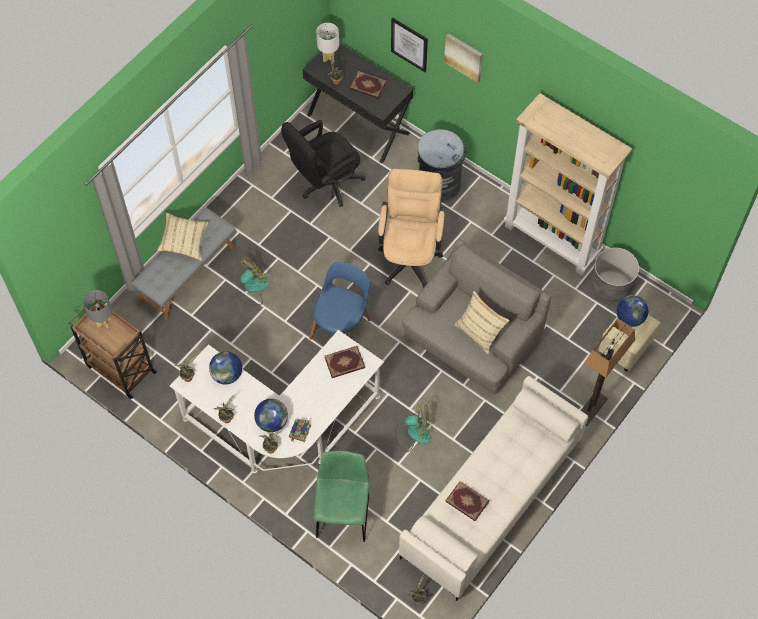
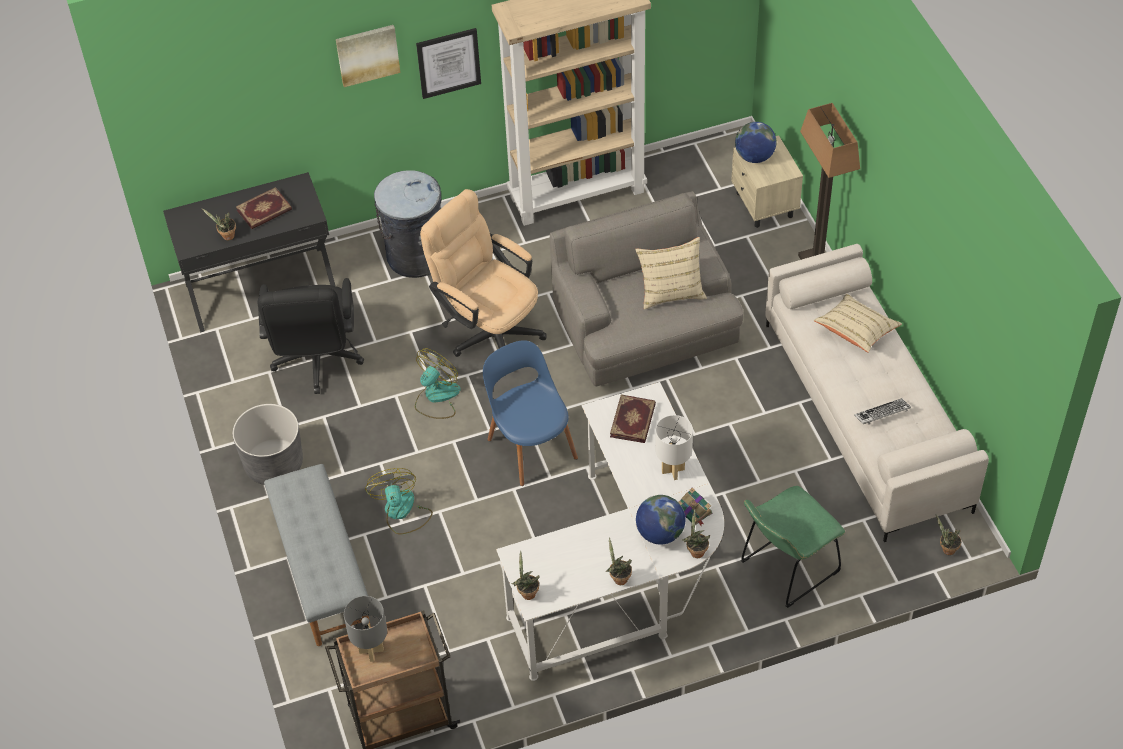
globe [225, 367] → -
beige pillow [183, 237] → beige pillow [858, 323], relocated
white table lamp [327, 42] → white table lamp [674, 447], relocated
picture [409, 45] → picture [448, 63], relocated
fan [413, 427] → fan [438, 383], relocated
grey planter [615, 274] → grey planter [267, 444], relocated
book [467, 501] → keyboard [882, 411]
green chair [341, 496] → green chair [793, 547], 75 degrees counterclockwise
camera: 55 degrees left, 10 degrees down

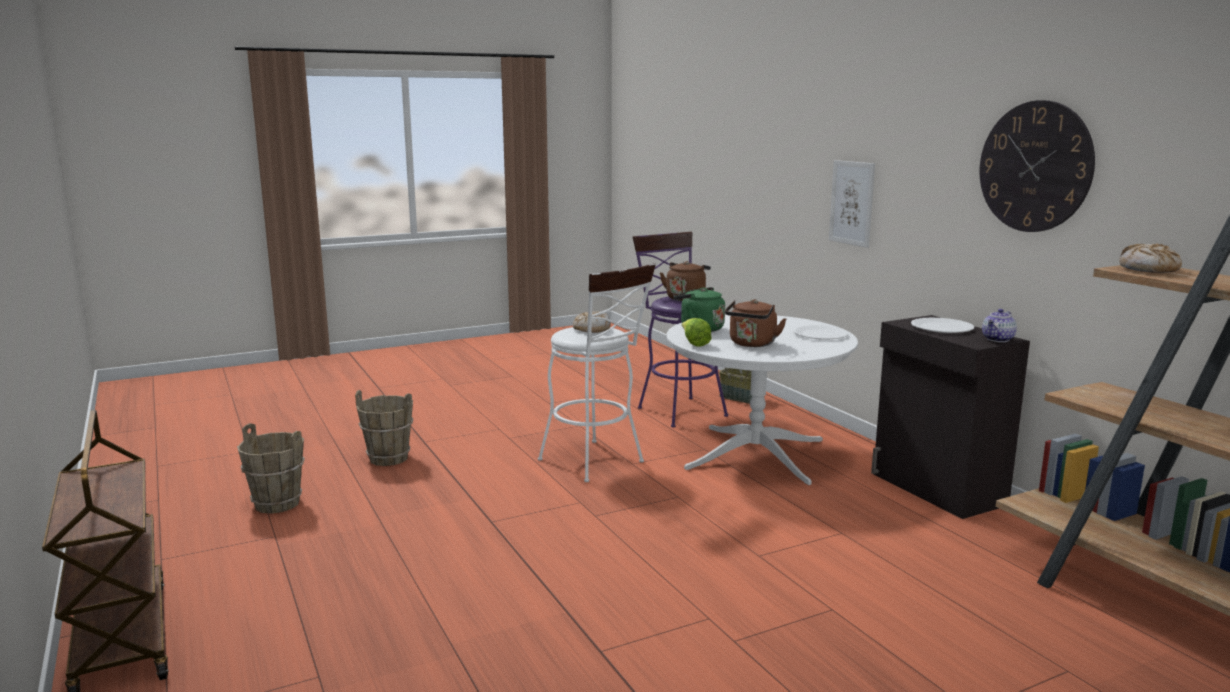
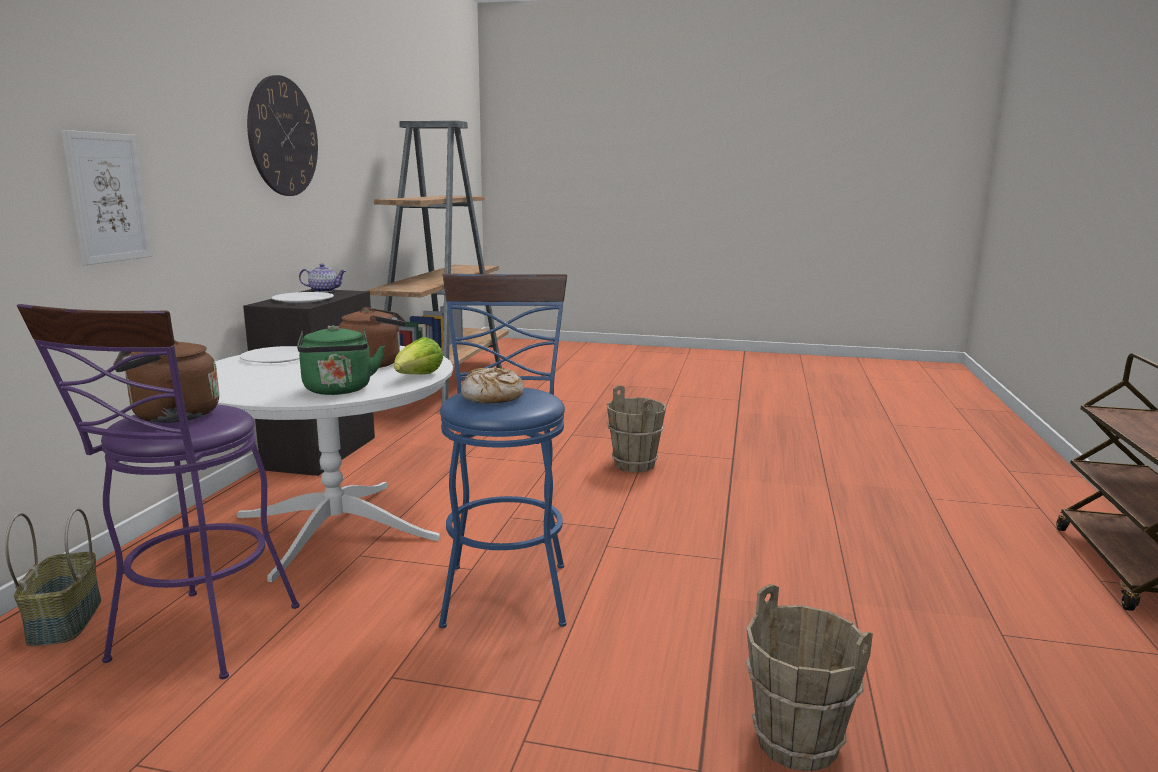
bread [1150, 258] → -
brown bucket [271, 468] → brown bucket [636, 428], relocated
white stool [597, 372] → blue stool [503, 451]
camera: 140 degrees left, 0 degrees up

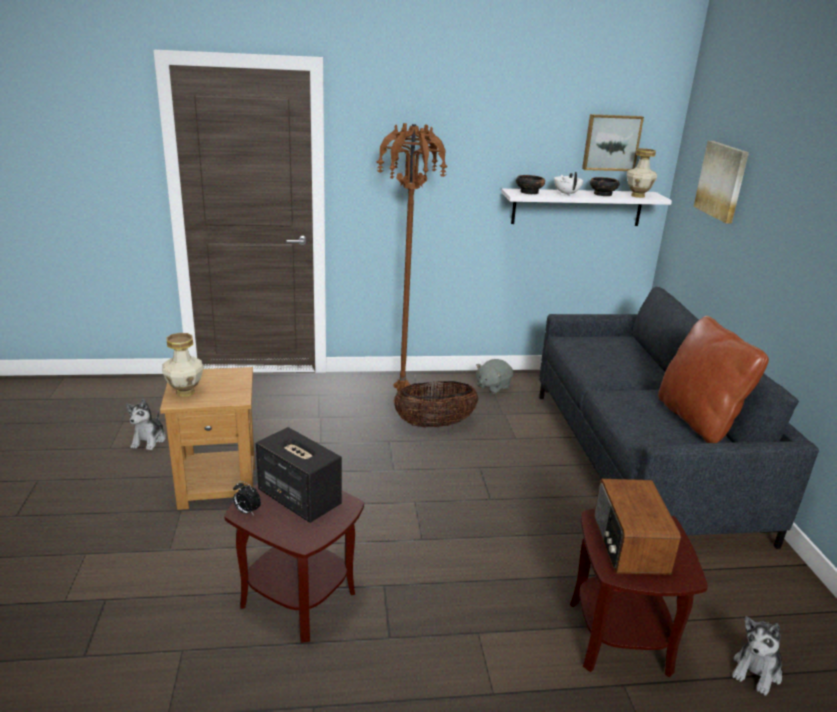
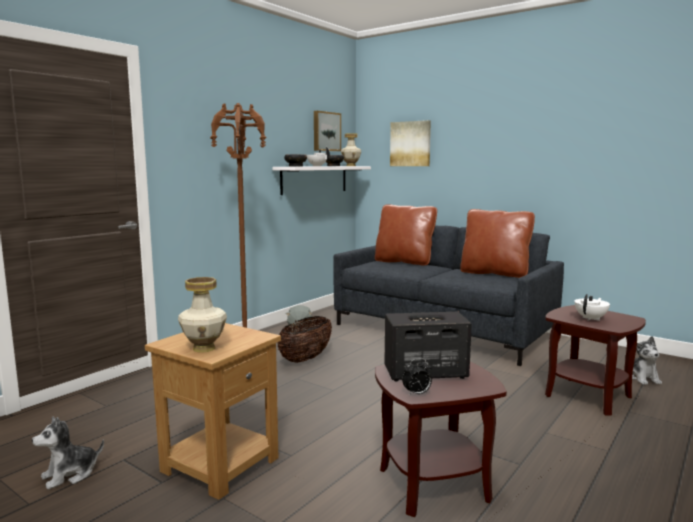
- → brown pillow [406, 235]
radio [637, 527] → white teapot [592, 307]
plush toy [146, 424] → plush toy [68, 452], 90 degrees clockwise
camera: 45 degrees left, 15 degrees down

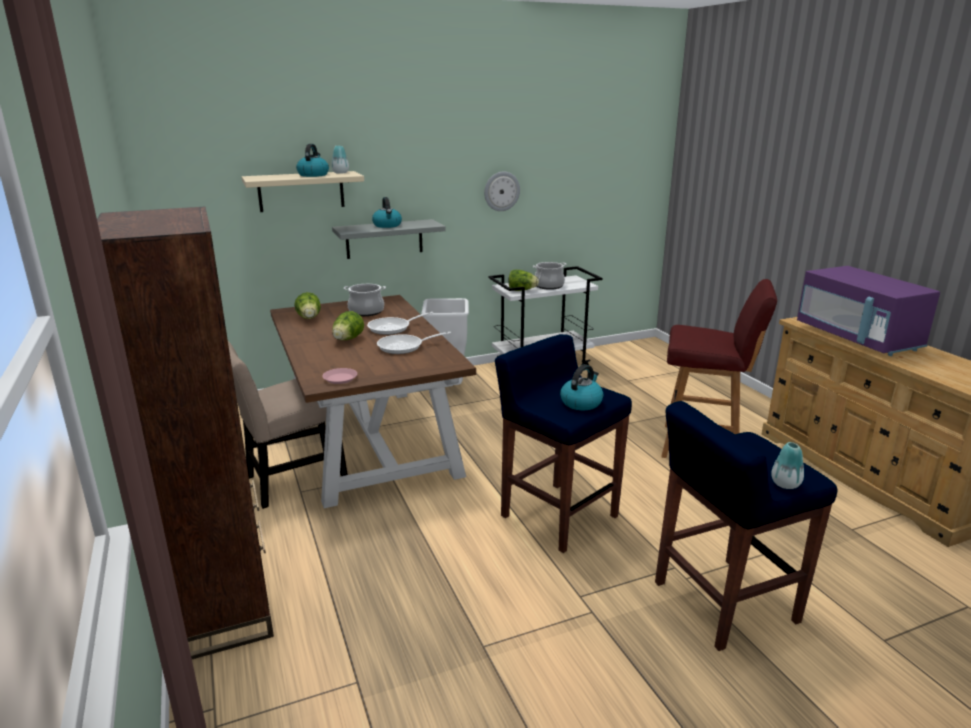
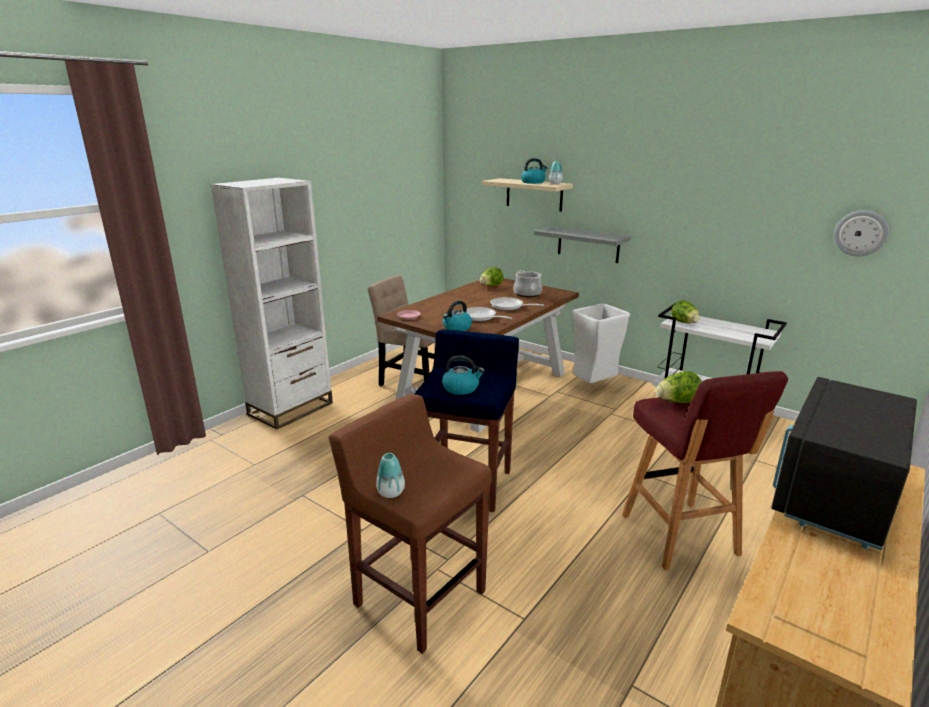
cooking pot [550, 276] → -
lettuce [348, 325] → lettuce [678, 387], relocated
kettle [387, 212] → kettle [457, 316], relocated
wall clock [502, 191] → wall clock [861, 233], relocated
brown bookcase [185, 432] → white bookcase [271, 304]
blue stool [746, 526] → brown stool [410, 524]
purple microwave [868, 311] → black microwave [844, 463]
camera: 60 degrees right, 0 degrees up

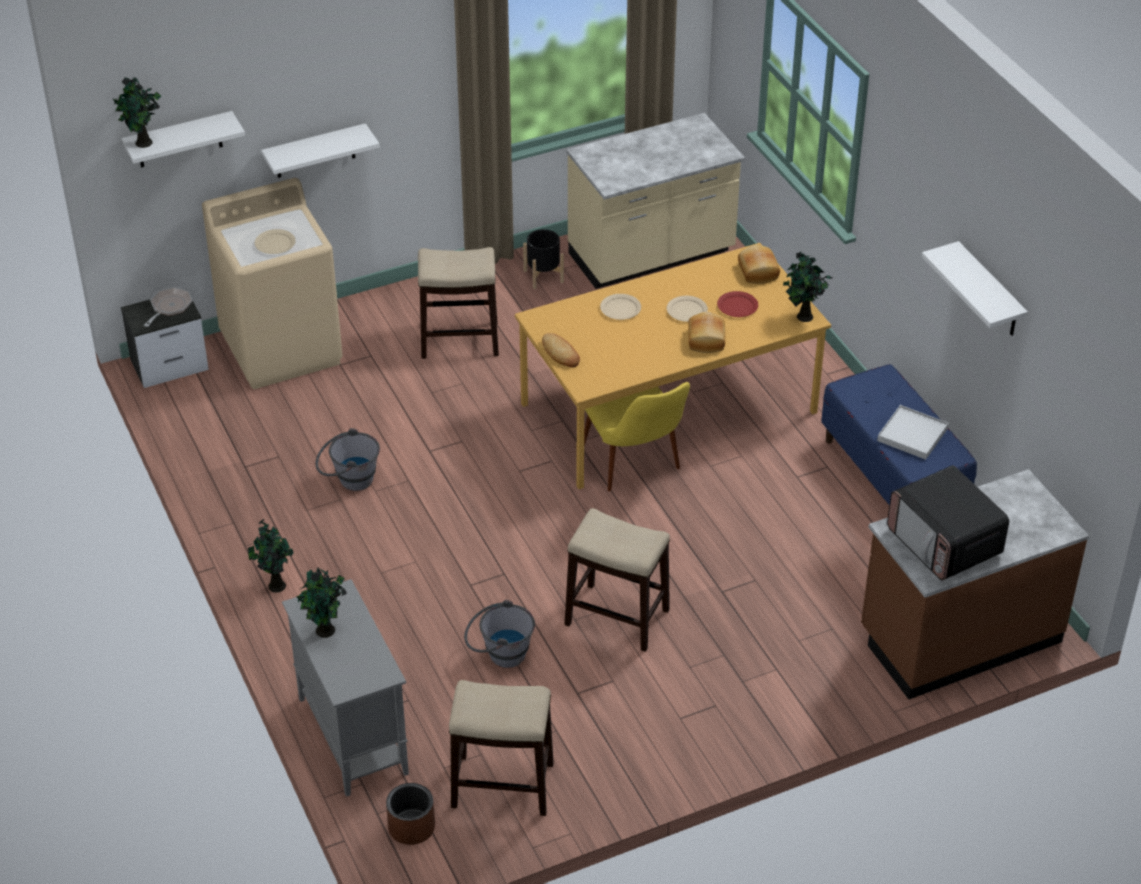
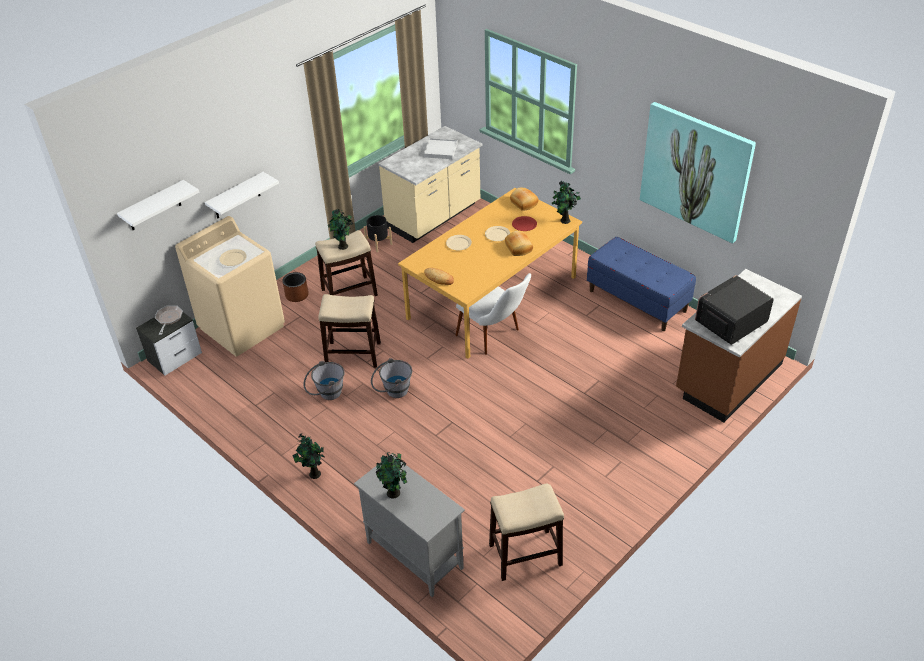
potted plant [137, 112] → potted plant [340, 229], relocated
brown planter [410, 814] → brown planter [295, 287], relocated
grey bucket [499, 634] → grey bucket [391, 378], relocated
stool [617, 580] → stool [349, 331], relocated
white tray [913, 432] → white tray [441, 148], relocated
white shelf [974, 288] → picture [698, 173]
yellow chair [637, 436] → white chair [493, 314]
microwave [948, 522] → microwave [734, 310], 105 degrees clockwise
camera: 20 degrees left, 0 degrees up

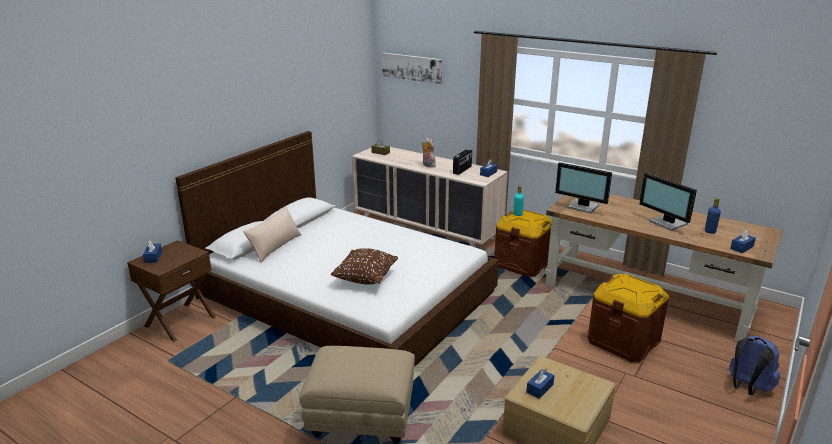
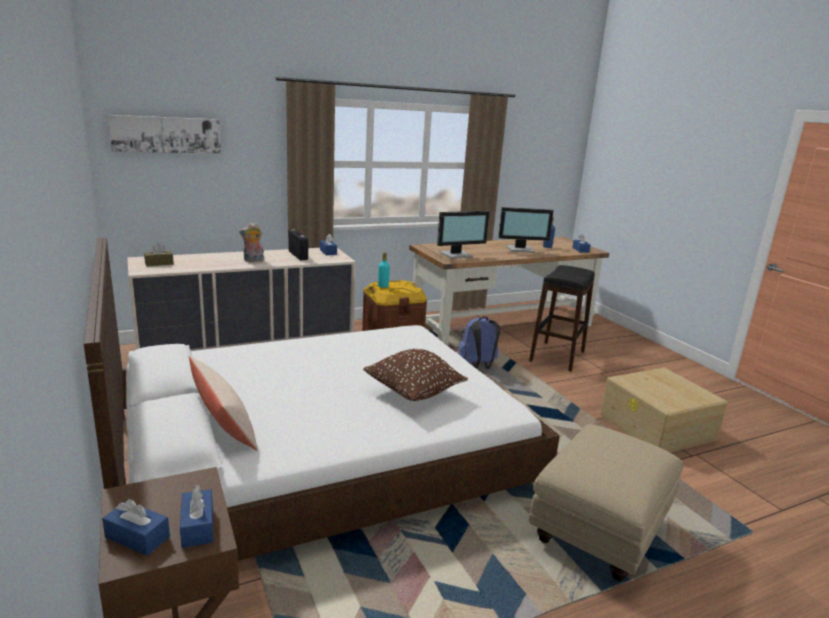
blue tissue box [540, 384] → blue tissue box [196, 516], relocated
blue backpack [754, 365] → blue backpack [479, 343], relocated
brown storage box [628, 318] → black stool [562, 318]
camera: 60 degrees left, 5 degrees down

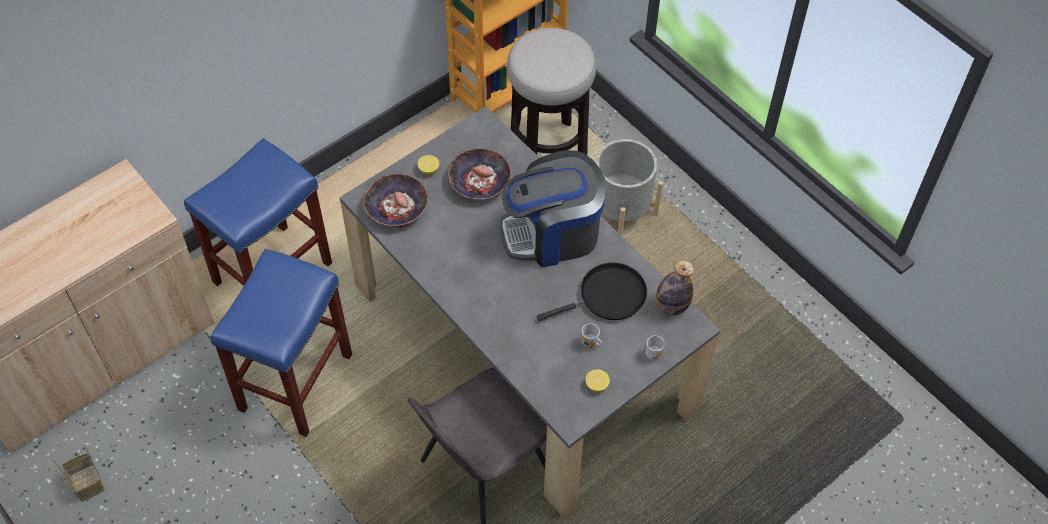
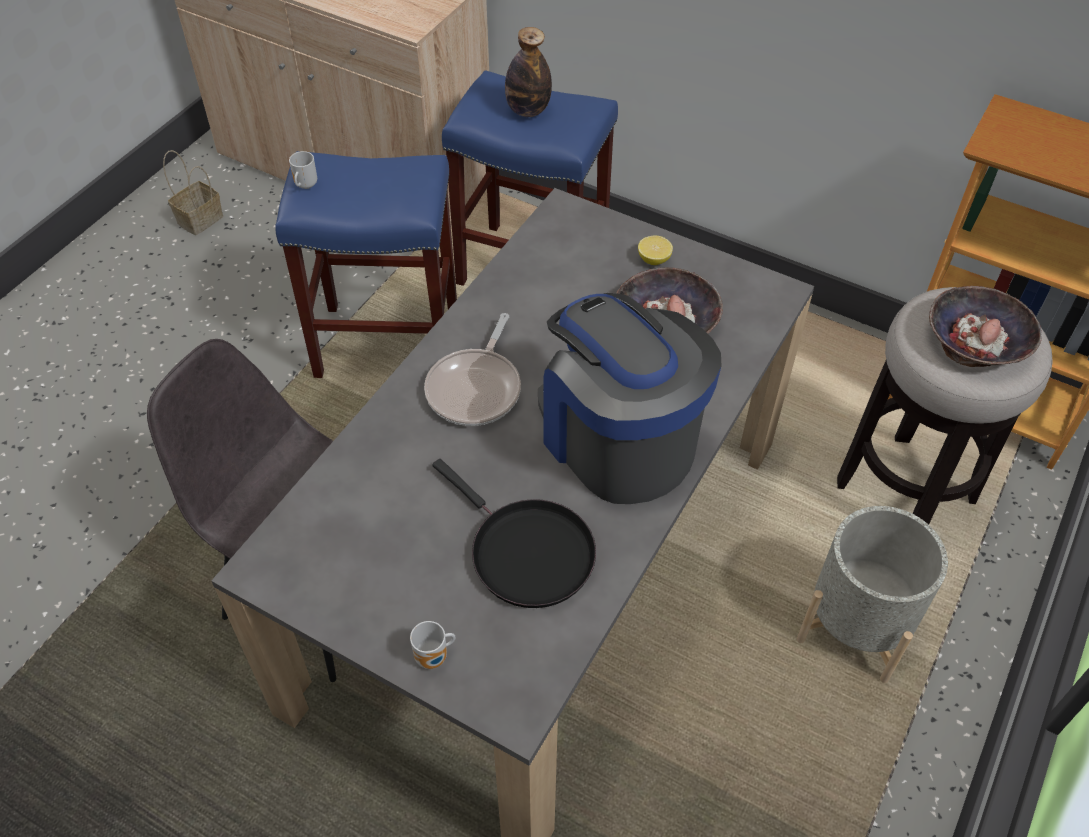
lemon [597, 380] → -
- → frying pan [472, 369]
bowl [395, 200] → bowl [985, 326], relocated
mug [591, 335] → mug [303, 170], relocated
bottle [675, 287] → bottle [528, 72], relocated
camera: 70 degrees right, 5 degrees down

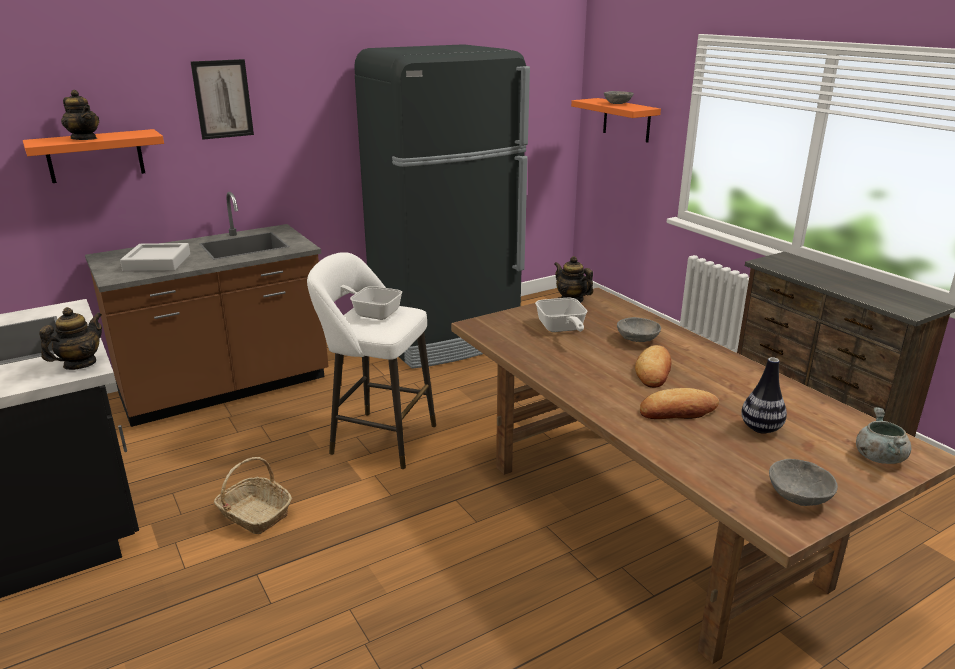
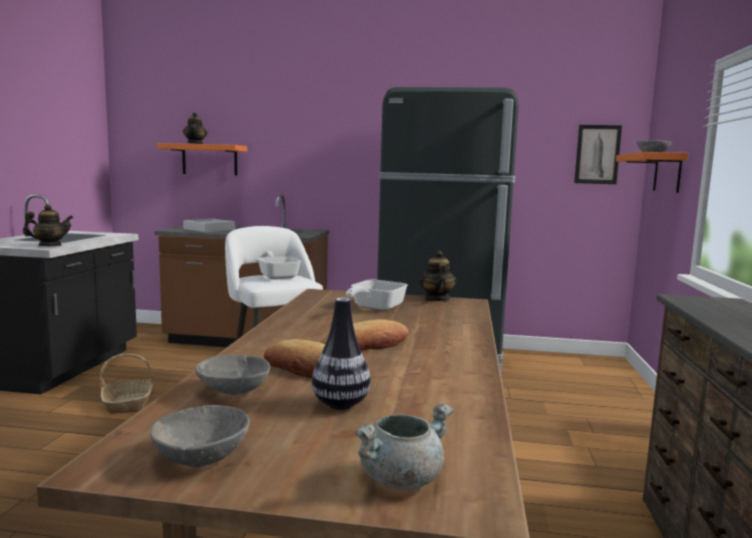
picture [222, 99] → picture [598, 154], relocated
grey bowl [639, 329] → grey bowl [232, 375], relocated
camera: 40 degrees right, 15 degrees down

